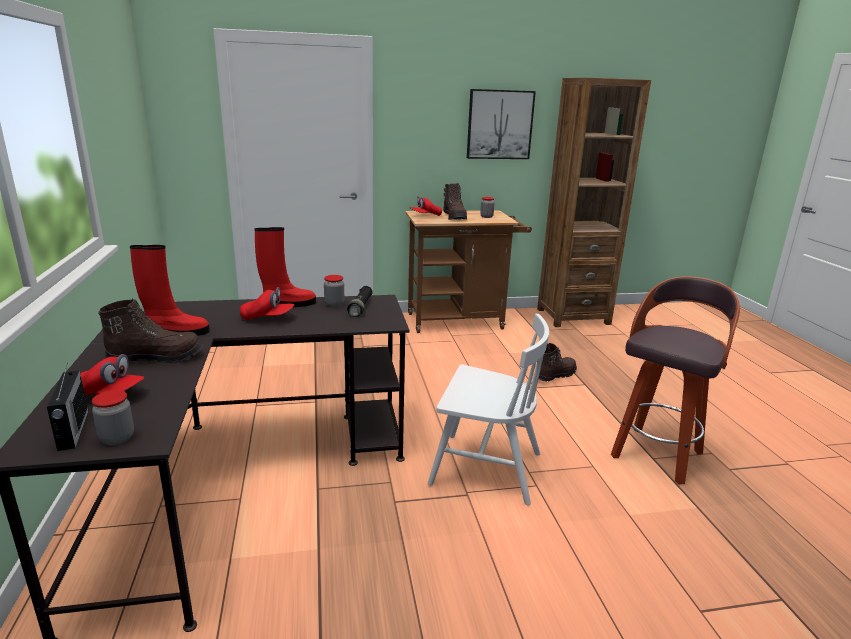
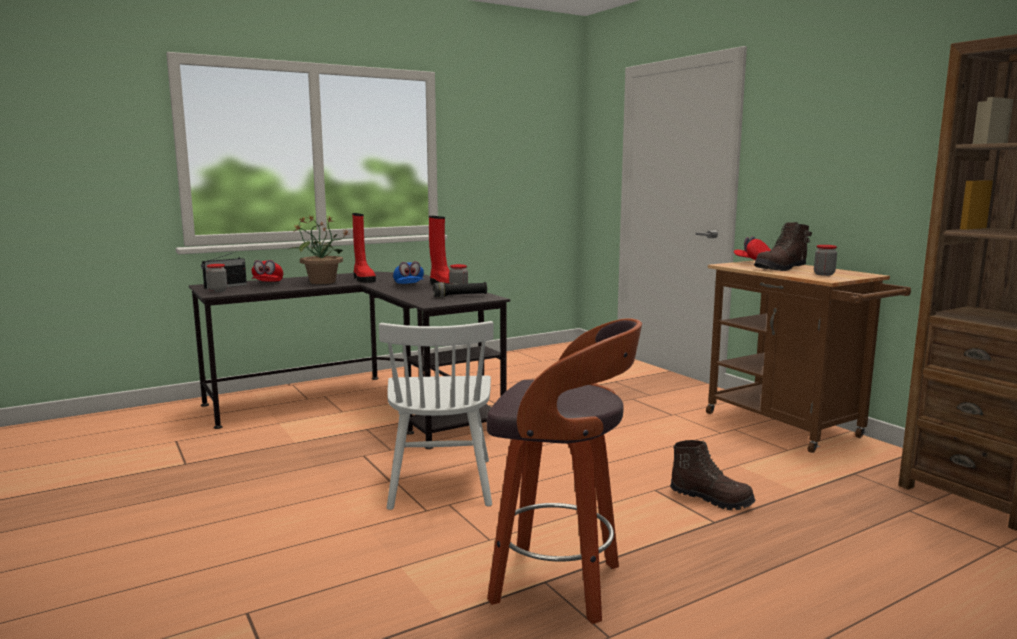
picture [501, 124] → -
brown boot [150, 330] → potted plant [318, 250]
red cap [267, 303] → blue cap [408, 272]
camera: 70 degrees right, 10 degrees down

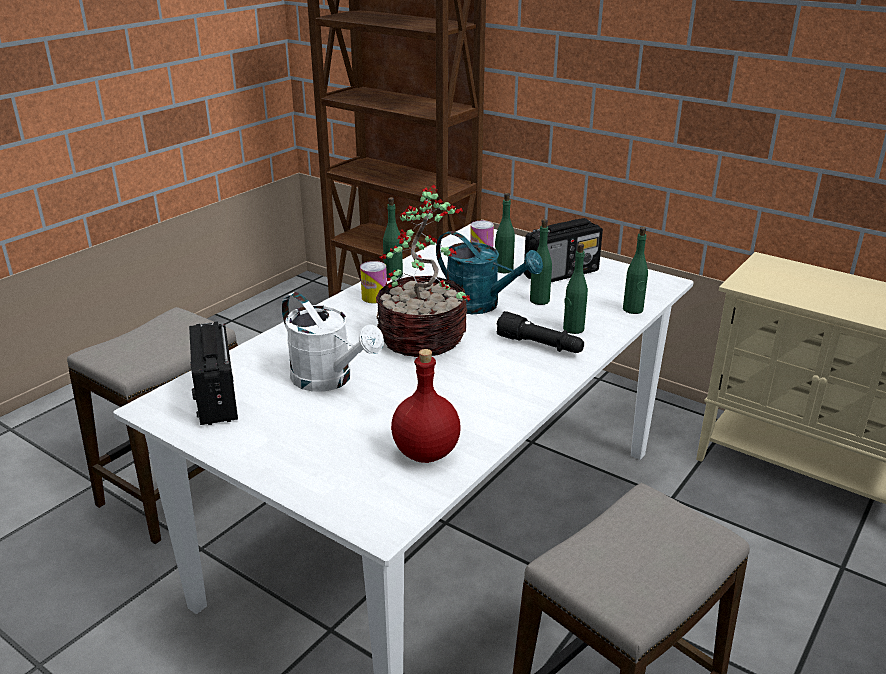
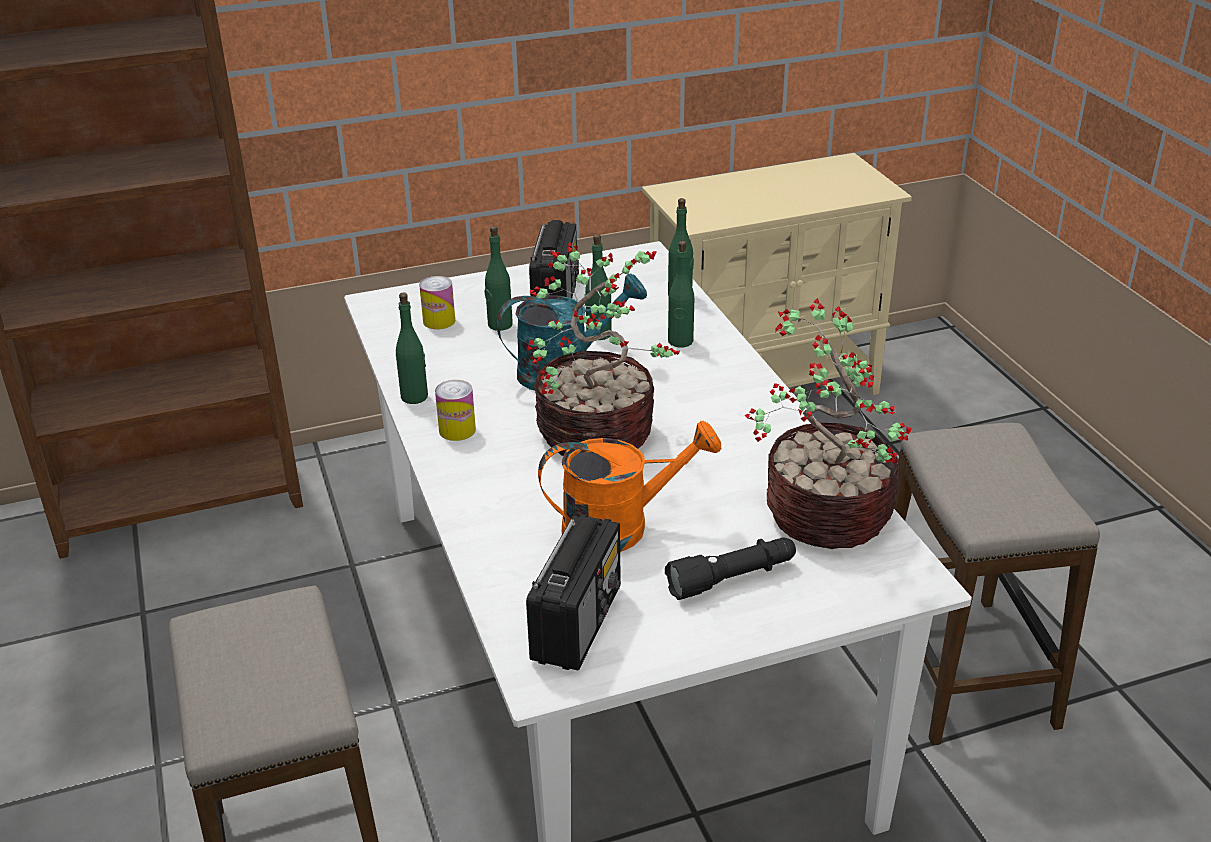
black flashlight [540, 332] → black flashlight [730, 569], relocated
red bottle [426, 406] → potted plant [828, 423]
white watering can [333, 342] → orange watering can [629, 486]
radio [213, 373] → radio [573, 592], 90 degrees counterclockwise
camera: 55 degrees left, 5 degrees up

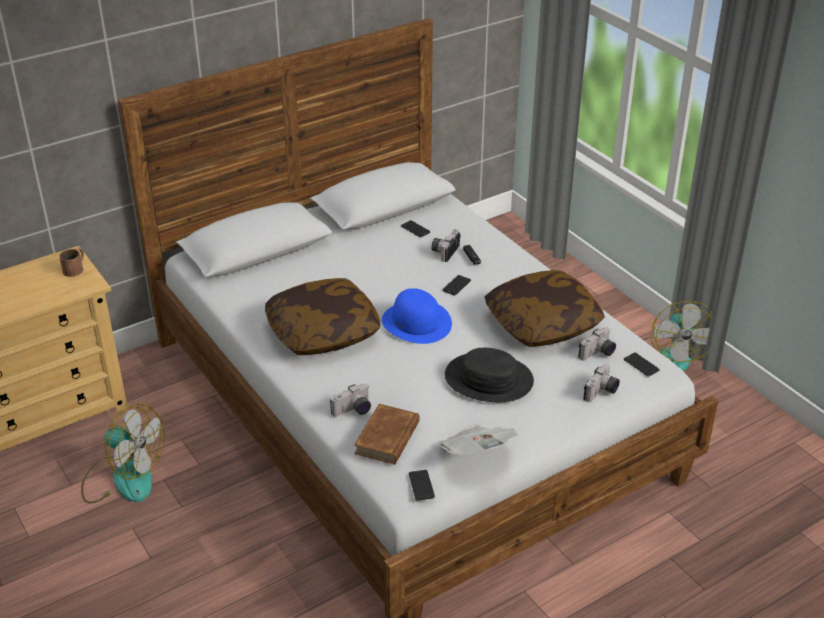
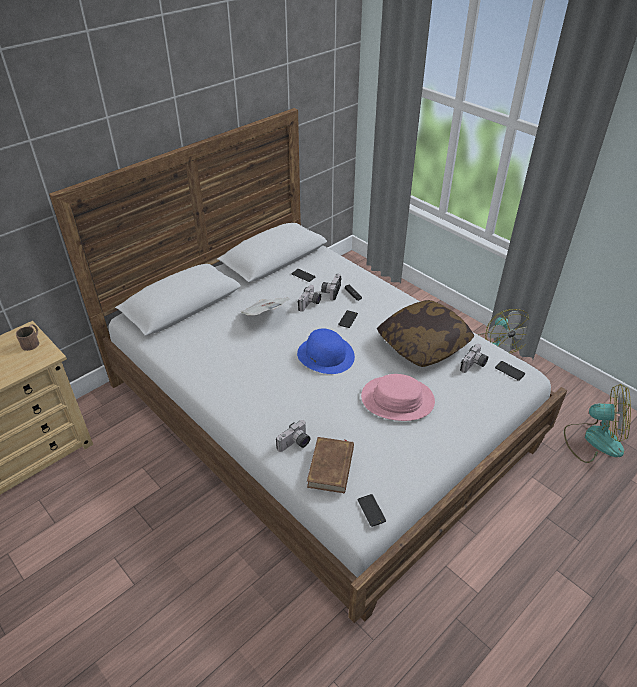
pillow [322, 316] → -
fan [123, 453] → fan [597, 423], relocated
newspaper [478, 439] → newspaper [265, 306], relocated
photo camera [601, 383] → photo camera [309, 298], relocated
black hat [489, 375] → pink hat [398, 397]
camera: 10 degrees left, 5 degrees up

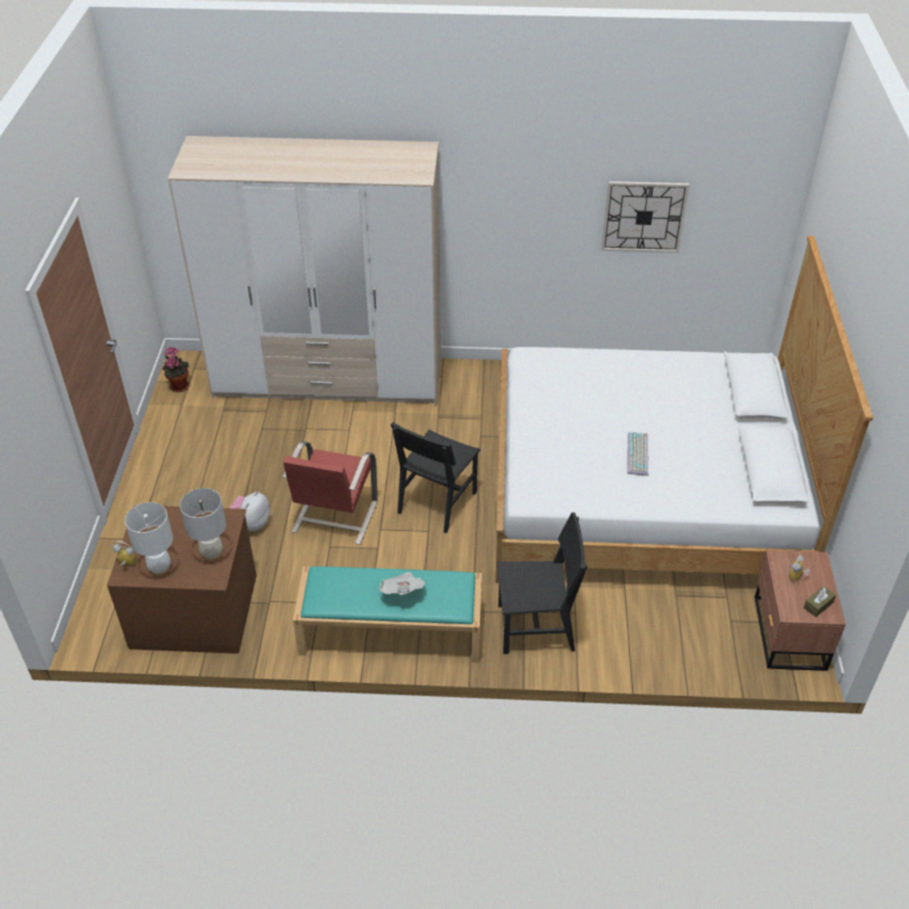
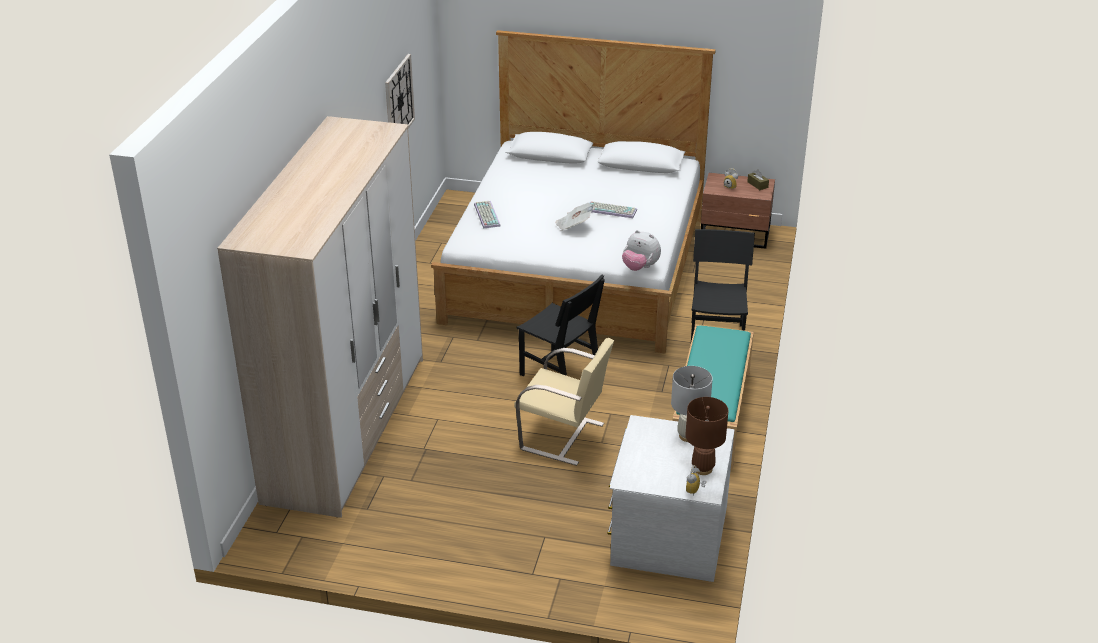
potted plant [176, 369] → -
- → keyboard [487, 214]
plush toy [249, 511] → plush toy [641, 250], relocated
newspaper [402, 583] → newspaper [575, 217], relocated
brown dresser [182, 579] → white dresser [671, 498]
white table lamp [149, 539] → brown table lamp [707, 436]
red chair [330, 493] → beige chair [564, 402]
camera: 80 degrees left, 10 degrees down

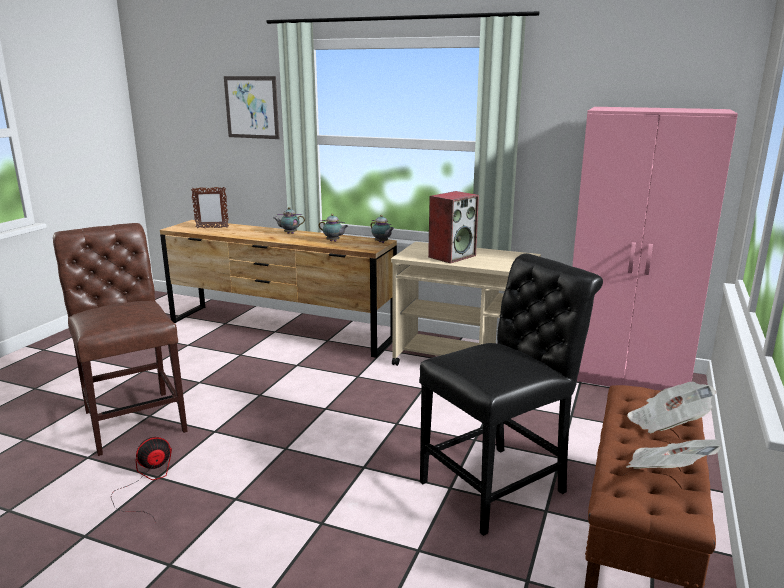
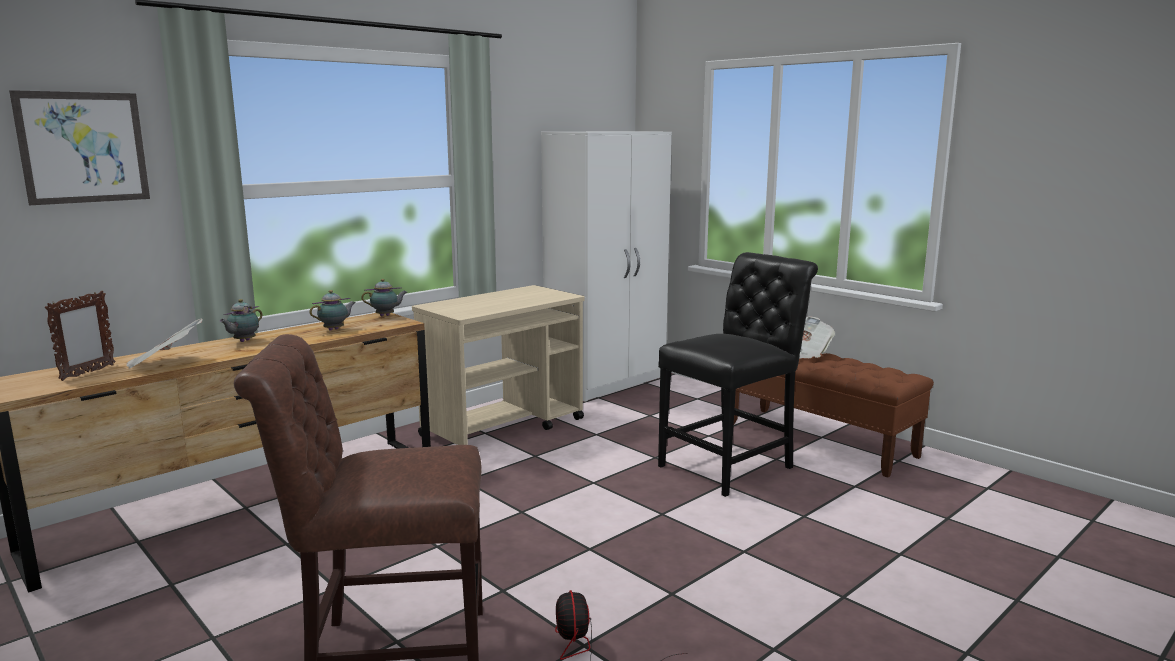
speaker [453, 227] → -
newspaper [673, 454] → newspaper [164, 344], relocated
pink wardrobe [655, 249] → white wardrobe [606, 266]
black chair [511, 394] → black chair [738, 374], 60 degrees clockwise
camera: 65 degrees left, 5 degrees down

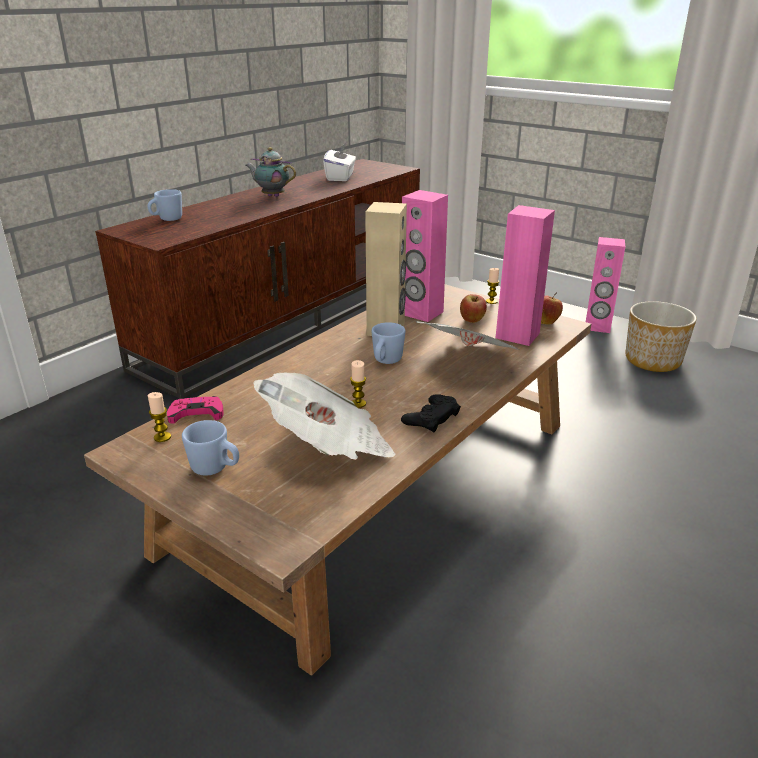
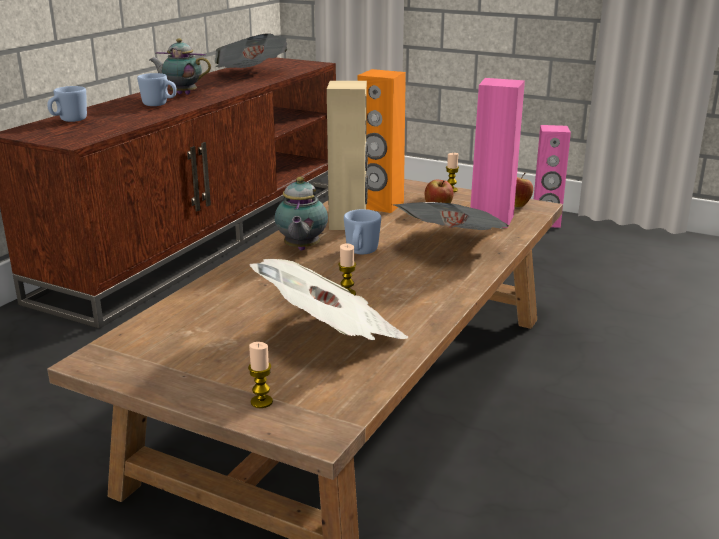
pink game controller [195, 409] → -
black game controller [431, 414] → -
planter [661, 336] → -
- → teapot [301, 214]
candle [159, 417] → candle [260, 375], relocated
blue mug [210, 448] → blue mug [157, 89], relocated
white tissue box [339, 162] → newspaper [251, 50]
pink speaker [425, 256] → orange speaker [381, 141]
camera: 10 degrees left, 5 degrees down

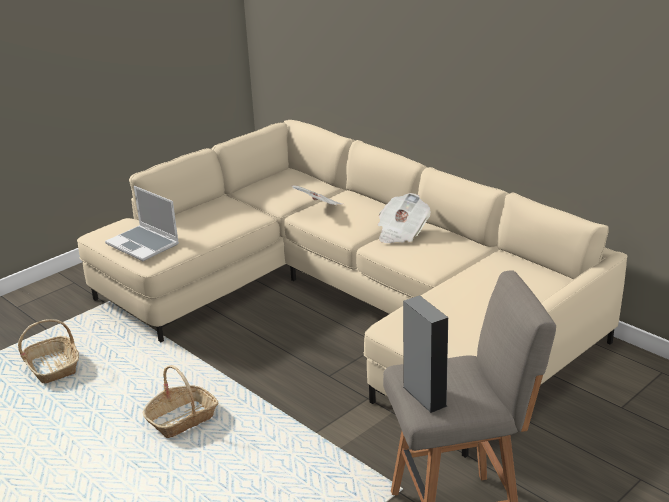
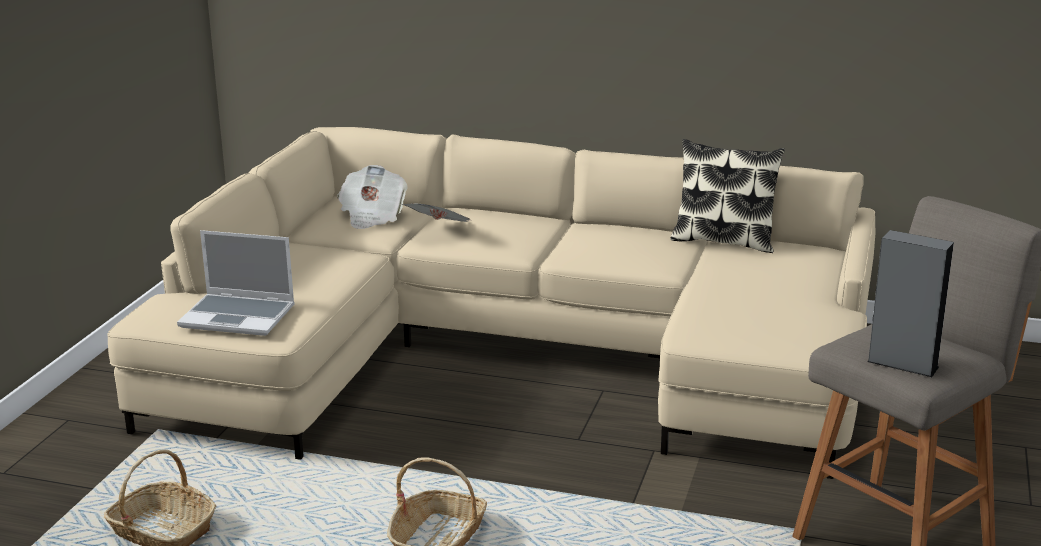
- → pillow [727, 196]
newspaper [404, 218] → newspaper [372, 197], relocated
camera: 30 degrees left, 5 degrees down

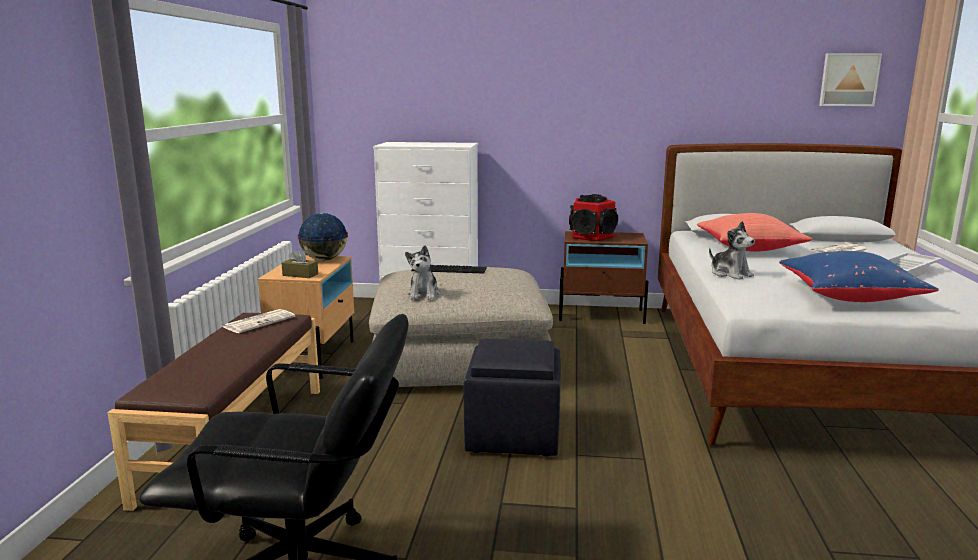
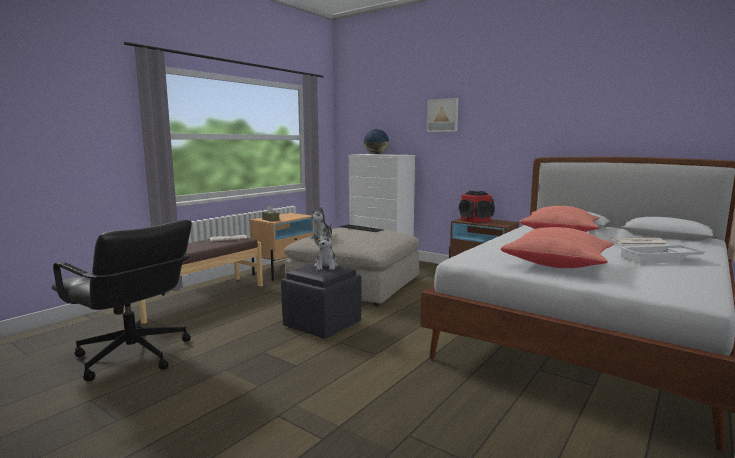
globe [322, 237] → globe [376, 141], relocated
plush toy [732, 250] → plush toy [325, 249], relocated
picture [850, 79] → picture [442, 115], relocated
blue pillow [859, 276] → red pillow [557, 247]
camera: 30 degrees right, 5 degrees down

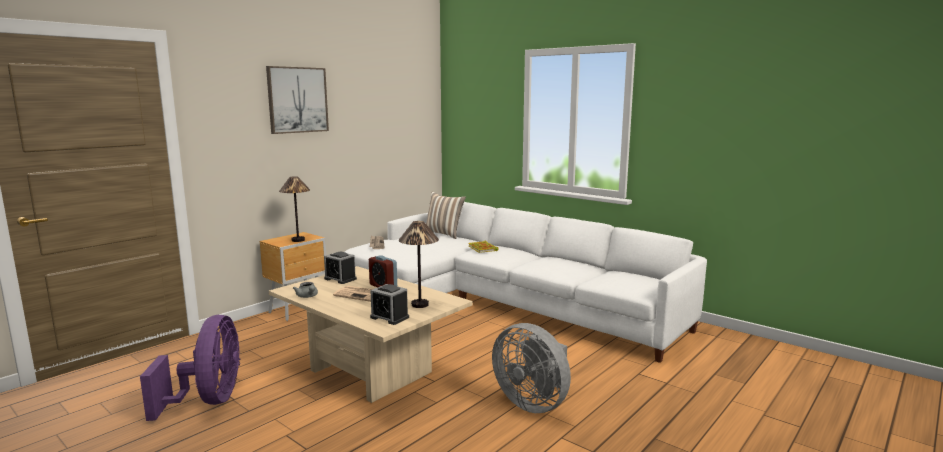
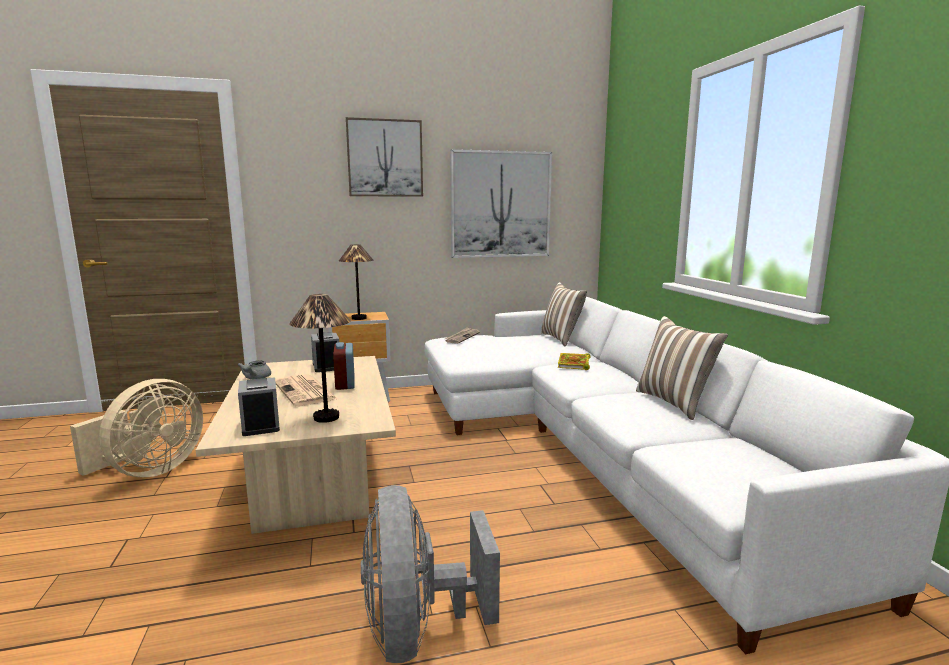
- → picture [501, 203]
- → pillow [682, 368]
purple fan [190, 368] → beige fan [136, 428]
camera: 35 degrees right, 0 degrees up

